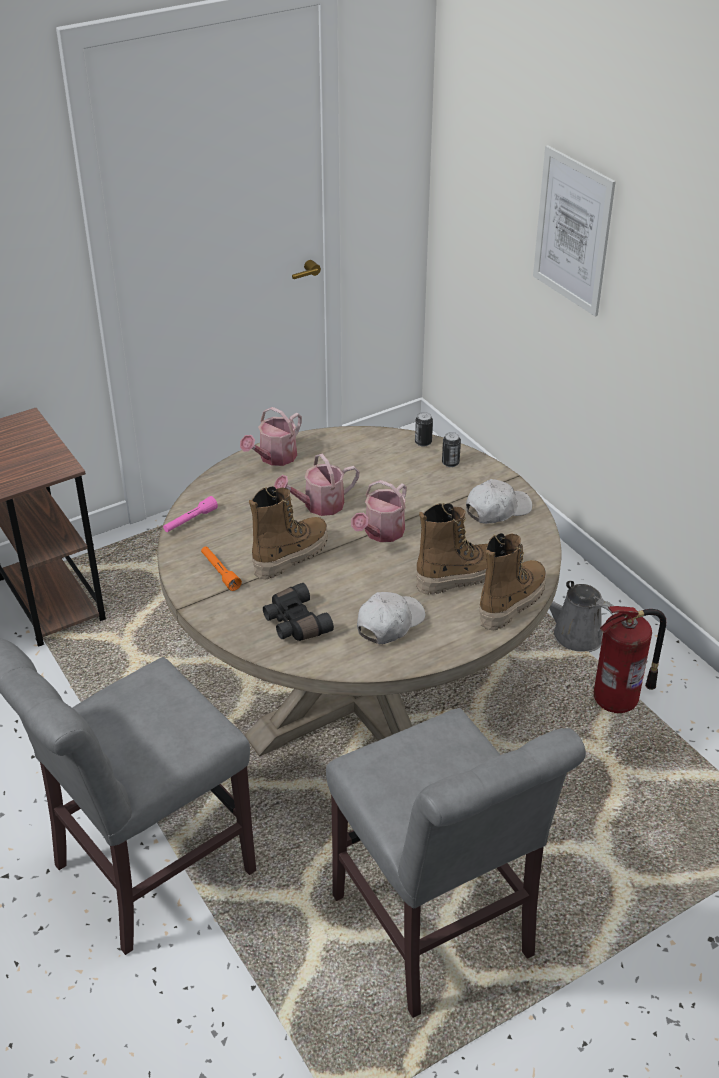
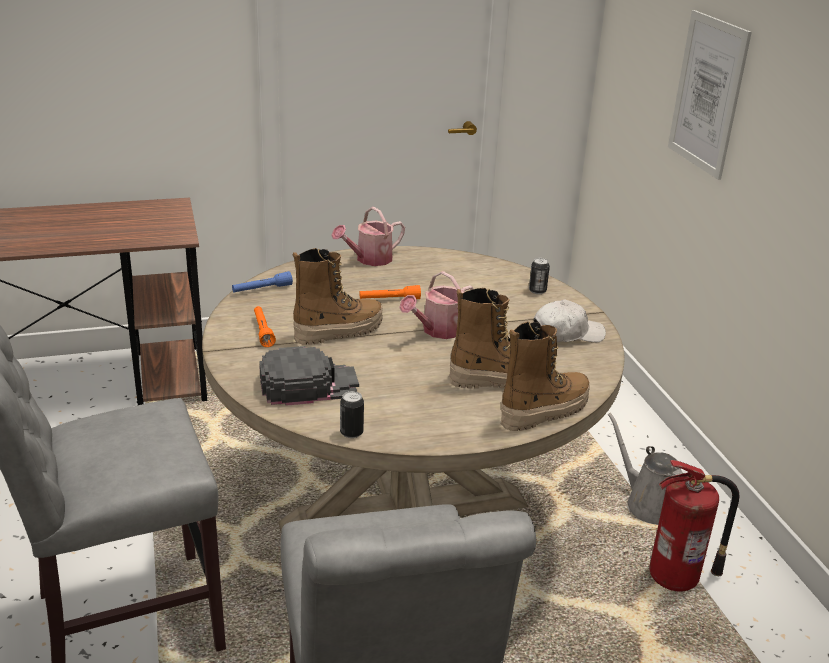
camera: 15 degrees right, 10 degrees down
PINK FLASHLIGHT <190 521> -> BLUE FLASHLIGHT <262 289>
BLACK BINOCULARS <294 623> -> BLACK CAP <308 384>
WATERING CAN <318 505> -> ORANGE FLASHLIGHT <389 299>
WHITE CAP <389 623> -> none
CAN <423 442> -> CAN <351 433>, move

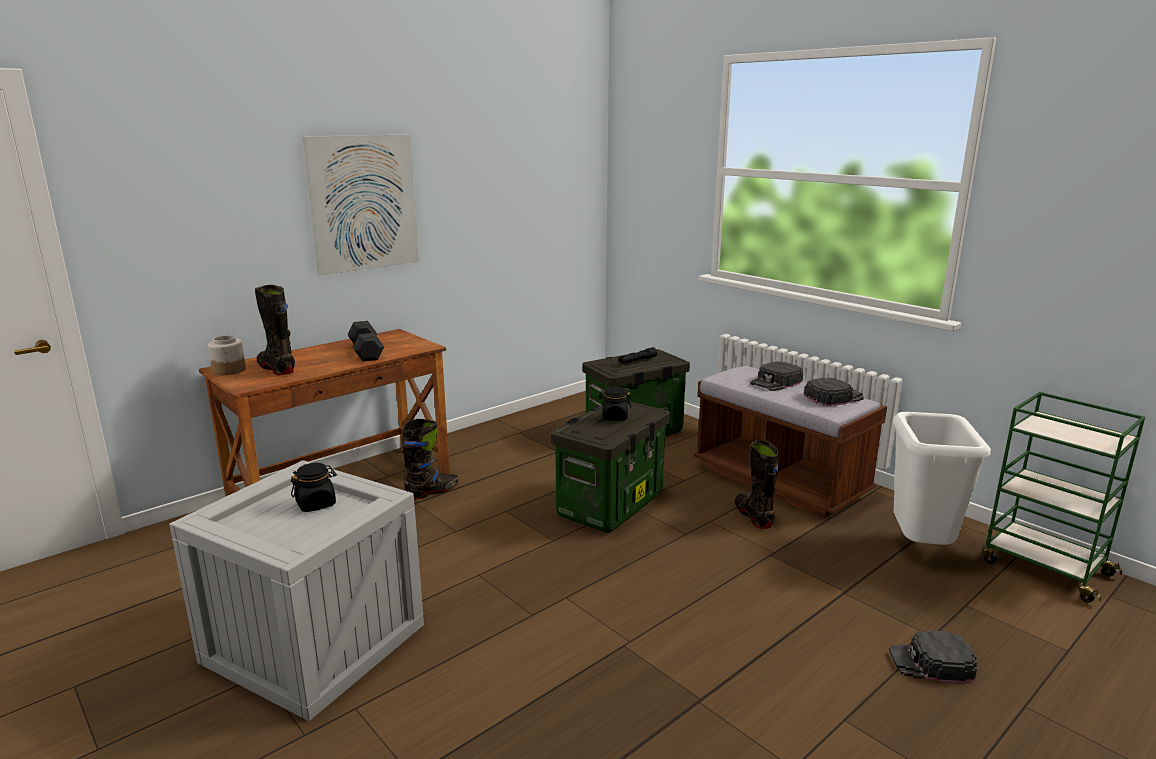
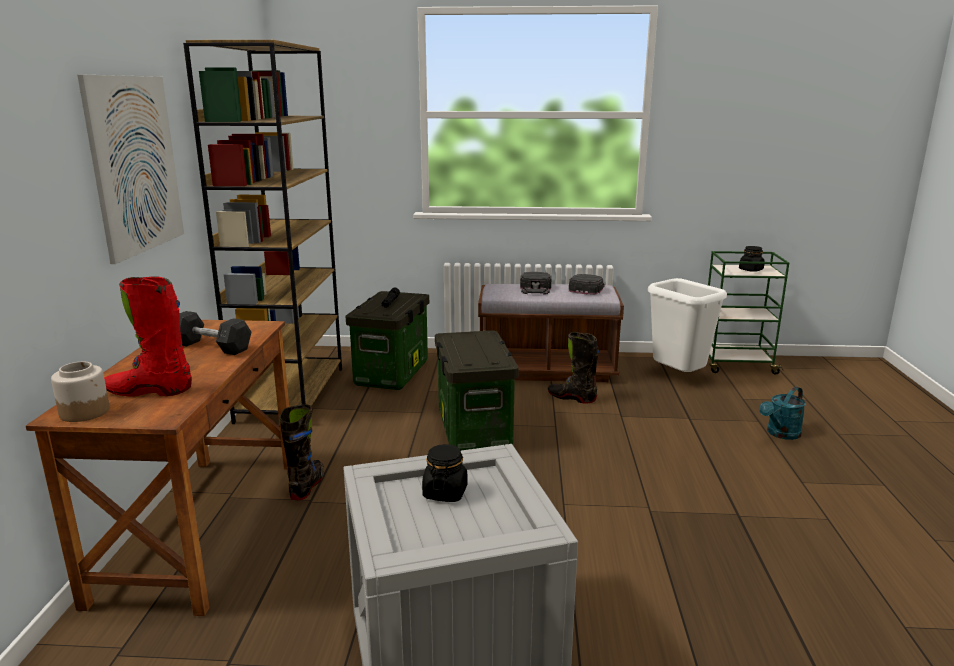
camera: 45 degrees left, 0 degrees up
BLACK BOOT <277 369> -> RED BOOT <150 391>
BLACK JAR <614 417> -> BLACK JAR <750 270>, move
BLACK CAP <931 663> -> TURQUOISE WATERING CAN <780 434>
none -> BROWN BOOKCASE <291 394>

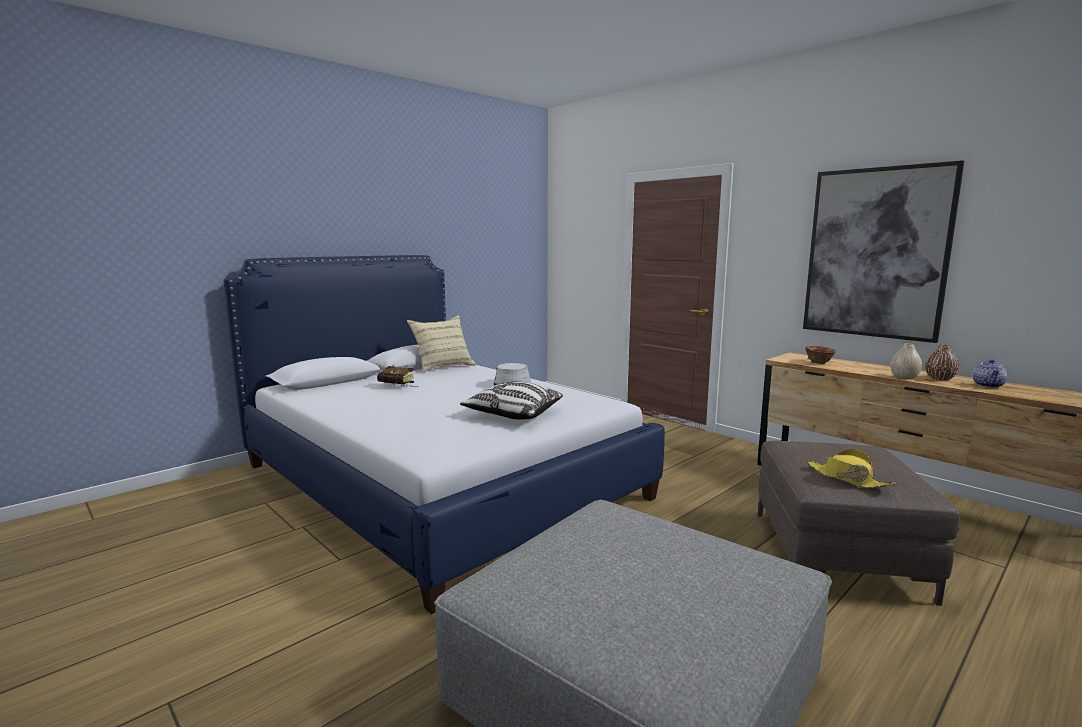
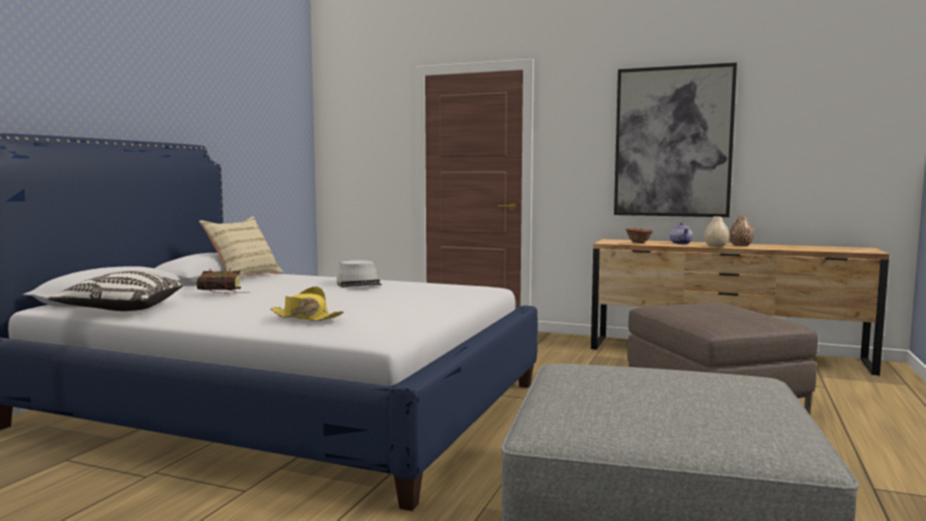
camera: 25 degrees left, 5 degrees down
PILLOW <513 414> -> PILLOW <121 309>, move
YELLOW HAT <847 478> -> YELLOW HAT <305 317>, move
TEAPOT <989 386> -> TEAPOT <681 243>, move

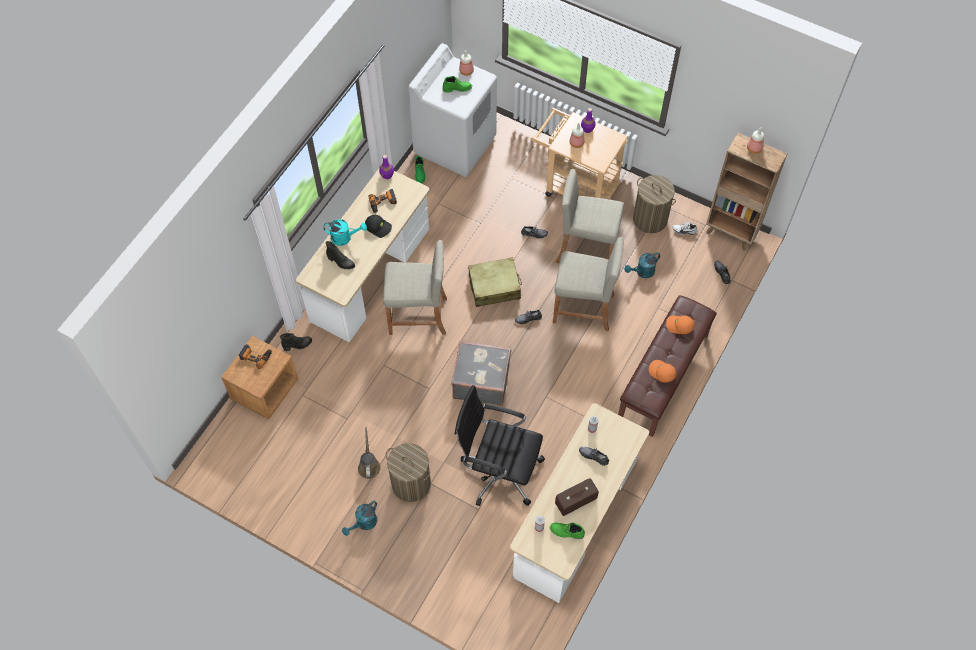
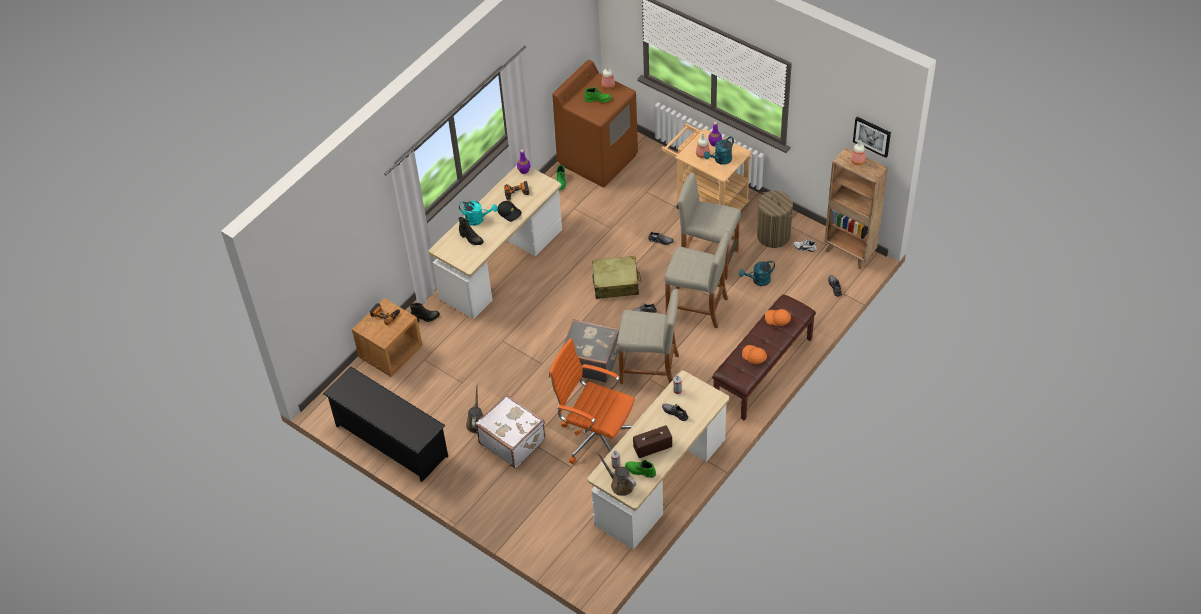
camera: 10 degrees right, 10 degrees down
TURQUOISE WATERING CAN <364 523> -> TURQUOISE WATERING CAN <720 160>, move
BEIGE STOOL <418 316> -> BEIGE STOOL <649 369>, move
LAUNDRY BASKET <411 483> -> WHITE SUITCASE <512 440>
WHITE WASHING MACHINE <455 144> -> BROWN WASHING MACHINE <598 159>
BLACK OFFICE CHAIR <499 470> -> ORANGE OFFICE CHAIR <595 436>
none -> BLACK SHOE RACK <391 441>
none -> BROWN WATERING CAN <620 484>
none -> PICTURE <872 136>

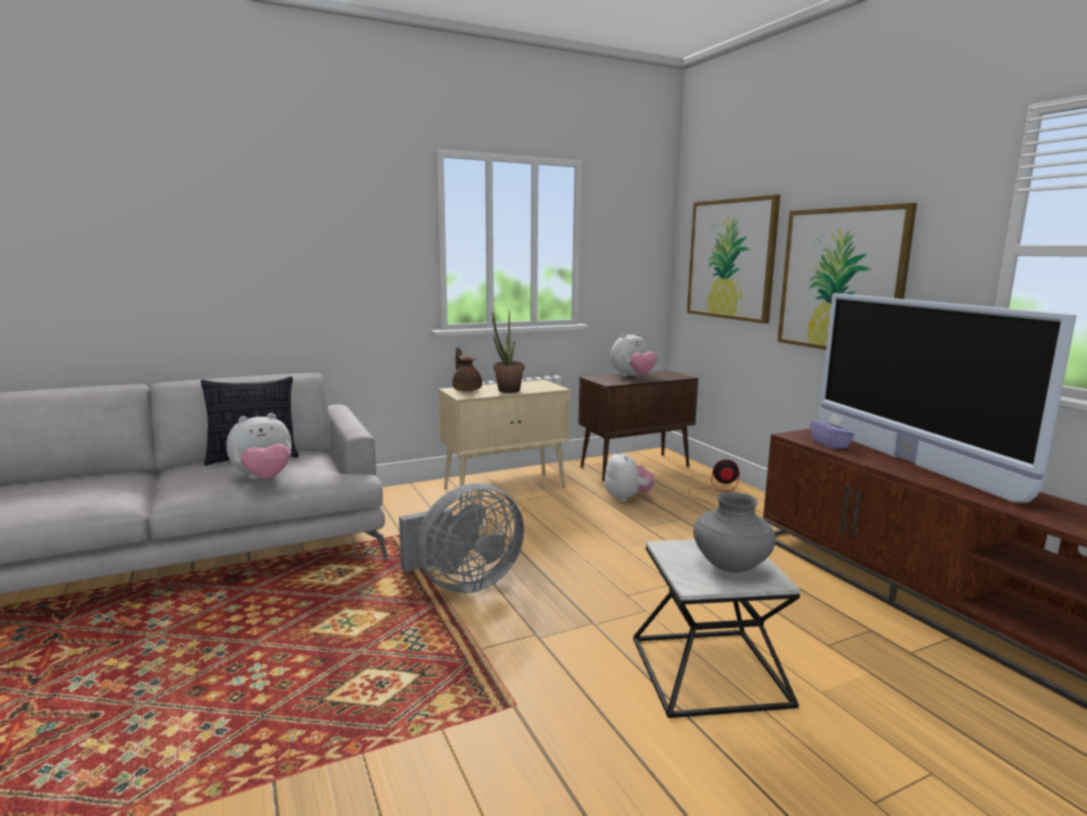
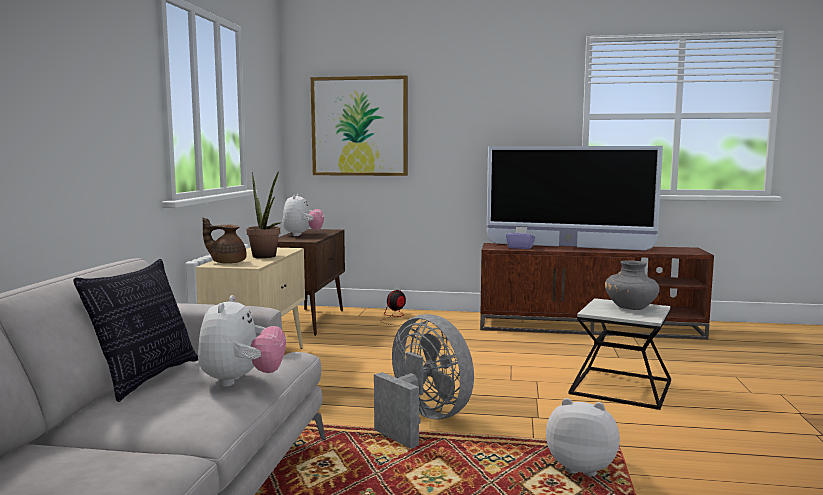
camera: 55 degrees left, 5 degrees down
GREY FAN <463 584> -> GREY FAN <423 421>, 45 degrees counterclockwise
PLUSH TOY <627 498> -> PLUSH TOY <581 467>, move
PICTURE <841 280> -> none

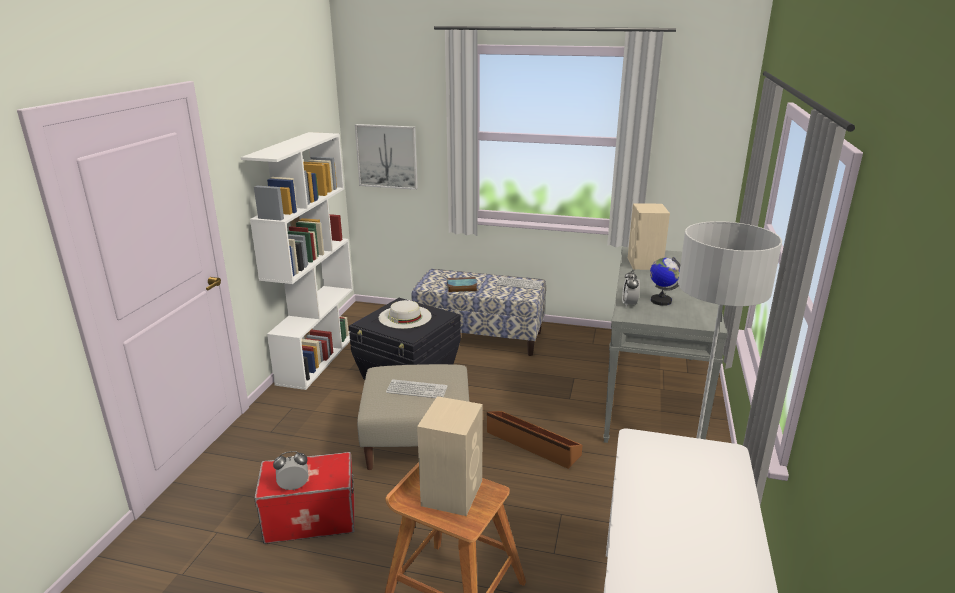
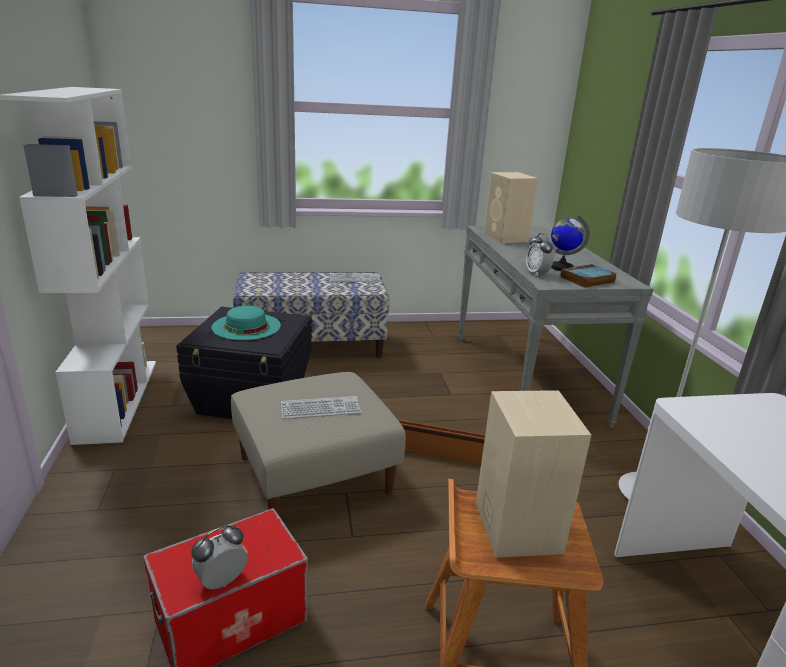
camera: 25 degrees left, 0 degrees up
PICTURE <387 156> -> none
WHITE HAT <405 317> -> TURQUOISE HAT <246 326>
BOOK <461 287> -> BOOK <587 280>, move

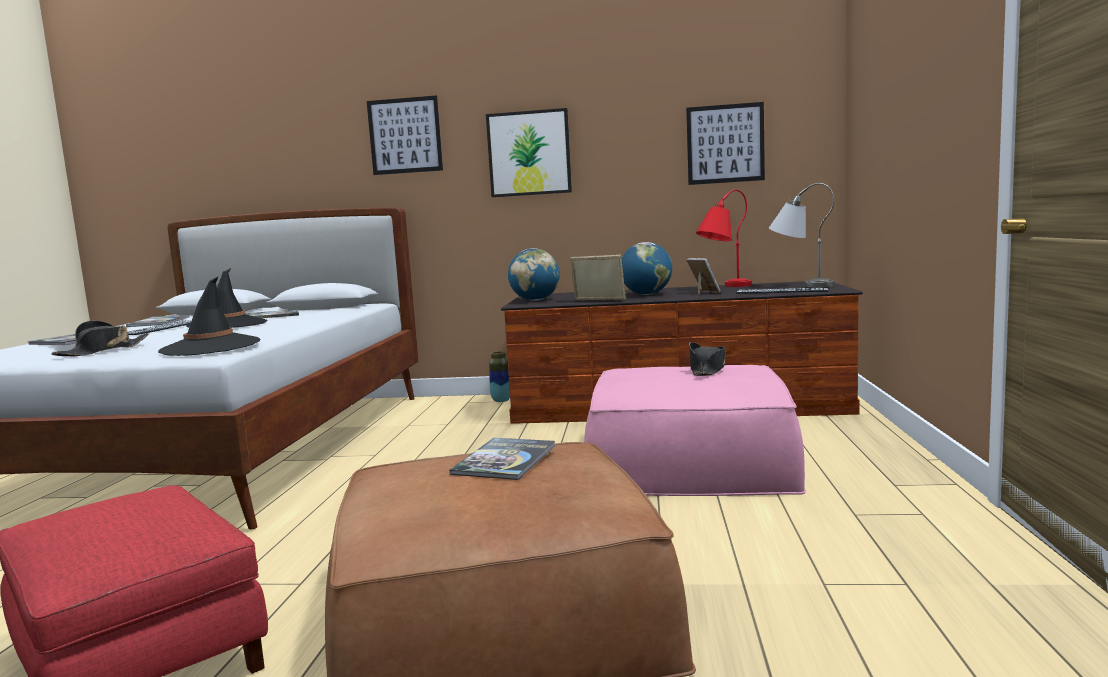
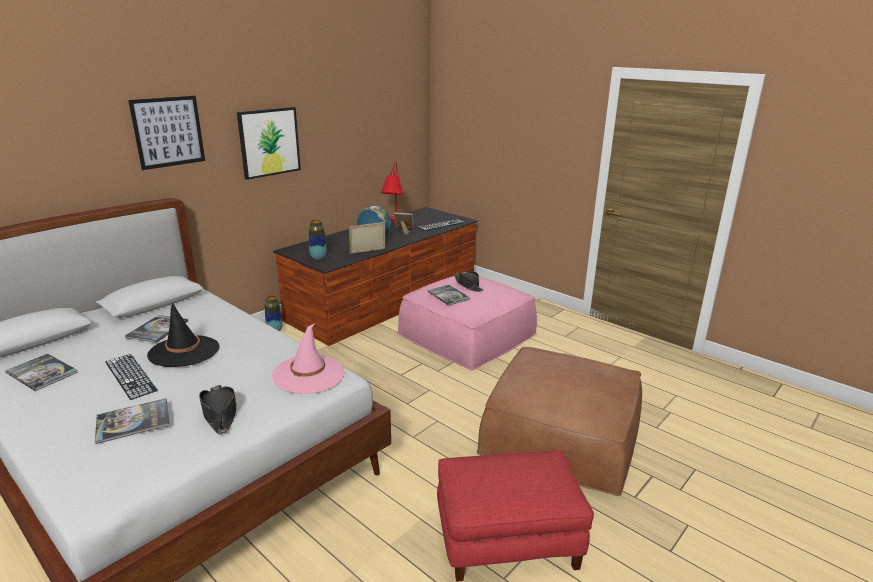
camera: 55 degrees left, 15 degrees up
BLACK HAT <210 347> -> PINK HAT <308 374>
BOOK <505 460> -> BOOK <448 295>, move
GLOBE <535 300> -> VASE <318 258>
PICTURE <725 144> -> none
GREY TABLE LAMP <800 285> -> none

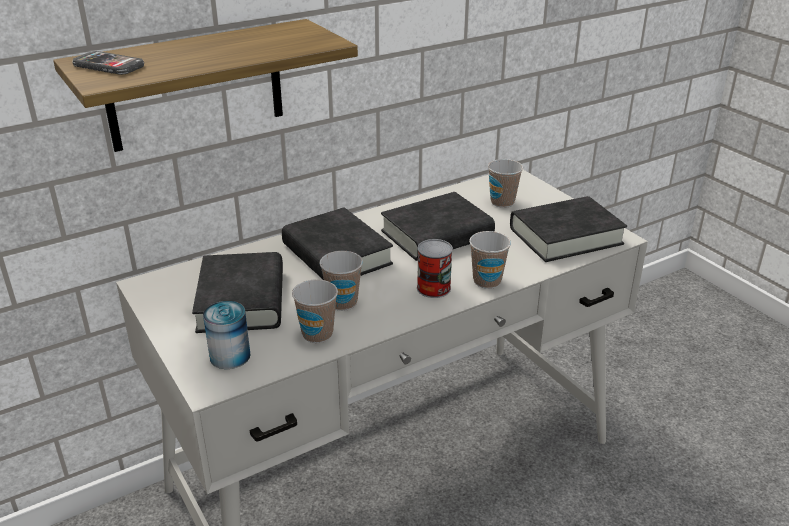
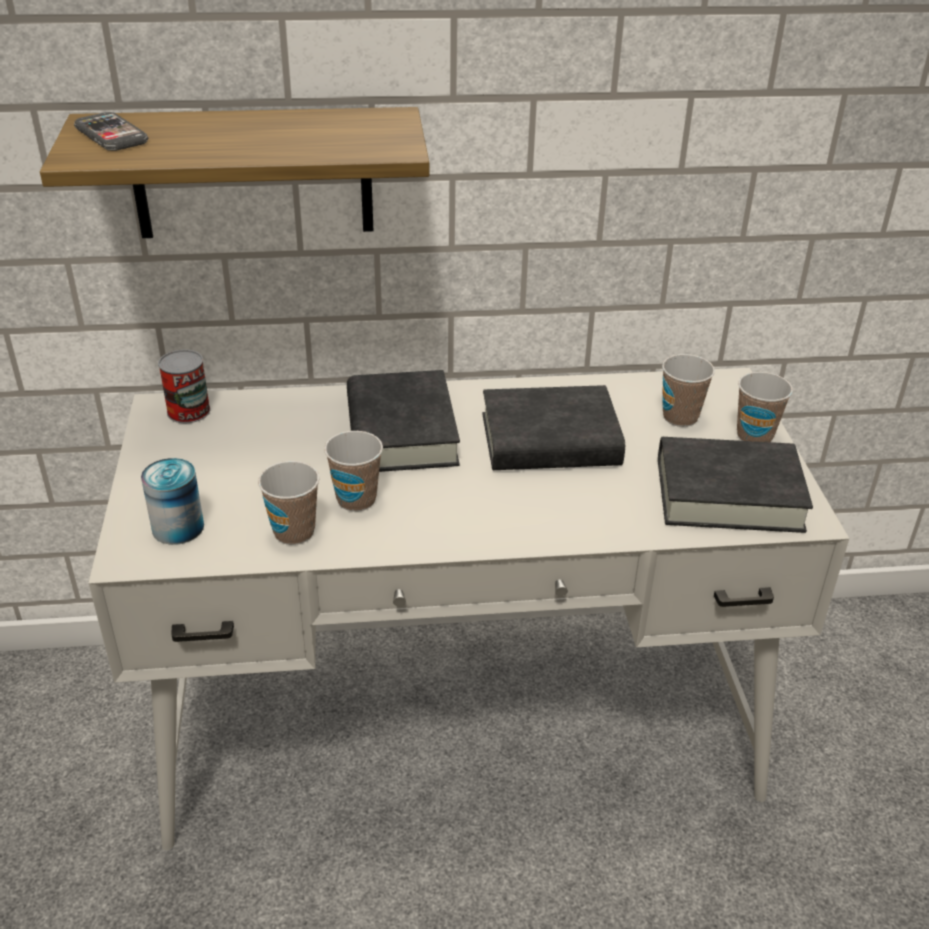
camera: 25 degrees right, 5 degrees up
BLACK BOOK <241 300> -> none
CAN <433 288> -> CAN <188 411>, move
CUP <487 281> -> CUP <754 436>, move

